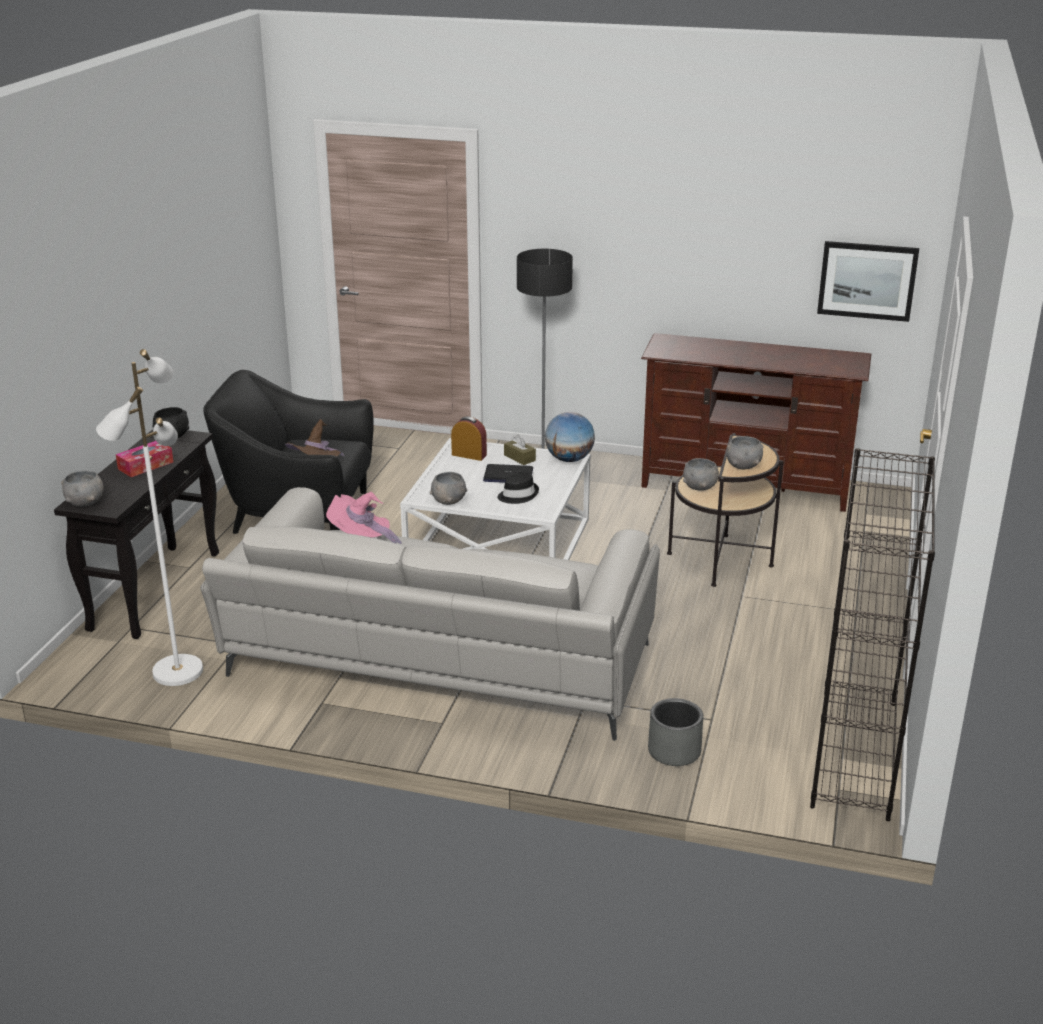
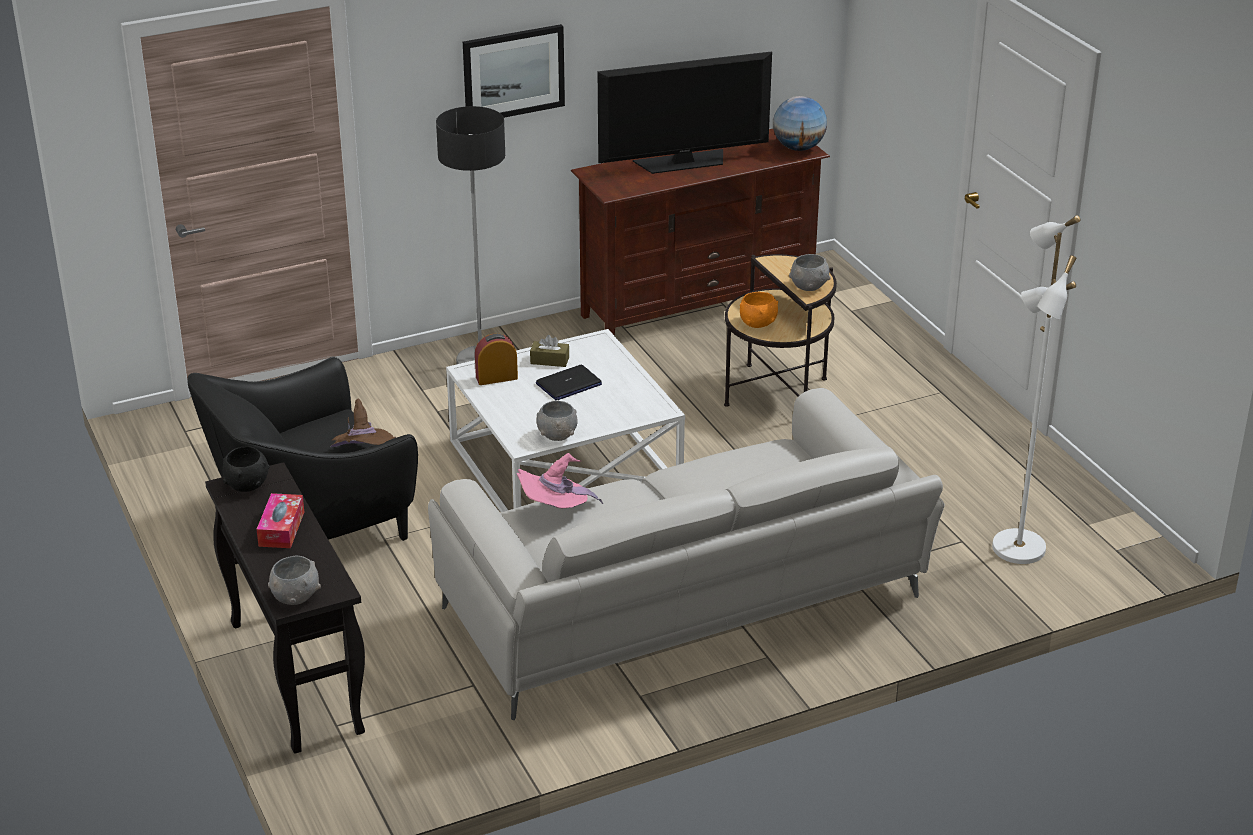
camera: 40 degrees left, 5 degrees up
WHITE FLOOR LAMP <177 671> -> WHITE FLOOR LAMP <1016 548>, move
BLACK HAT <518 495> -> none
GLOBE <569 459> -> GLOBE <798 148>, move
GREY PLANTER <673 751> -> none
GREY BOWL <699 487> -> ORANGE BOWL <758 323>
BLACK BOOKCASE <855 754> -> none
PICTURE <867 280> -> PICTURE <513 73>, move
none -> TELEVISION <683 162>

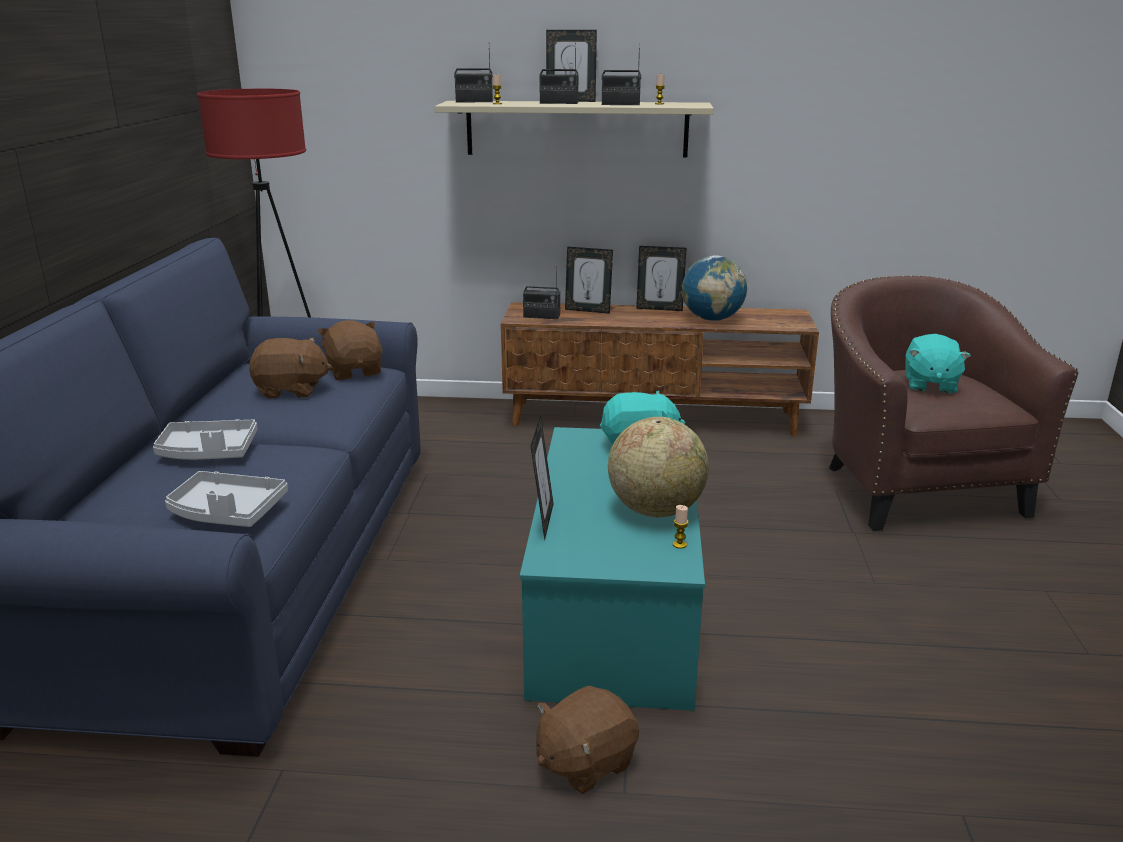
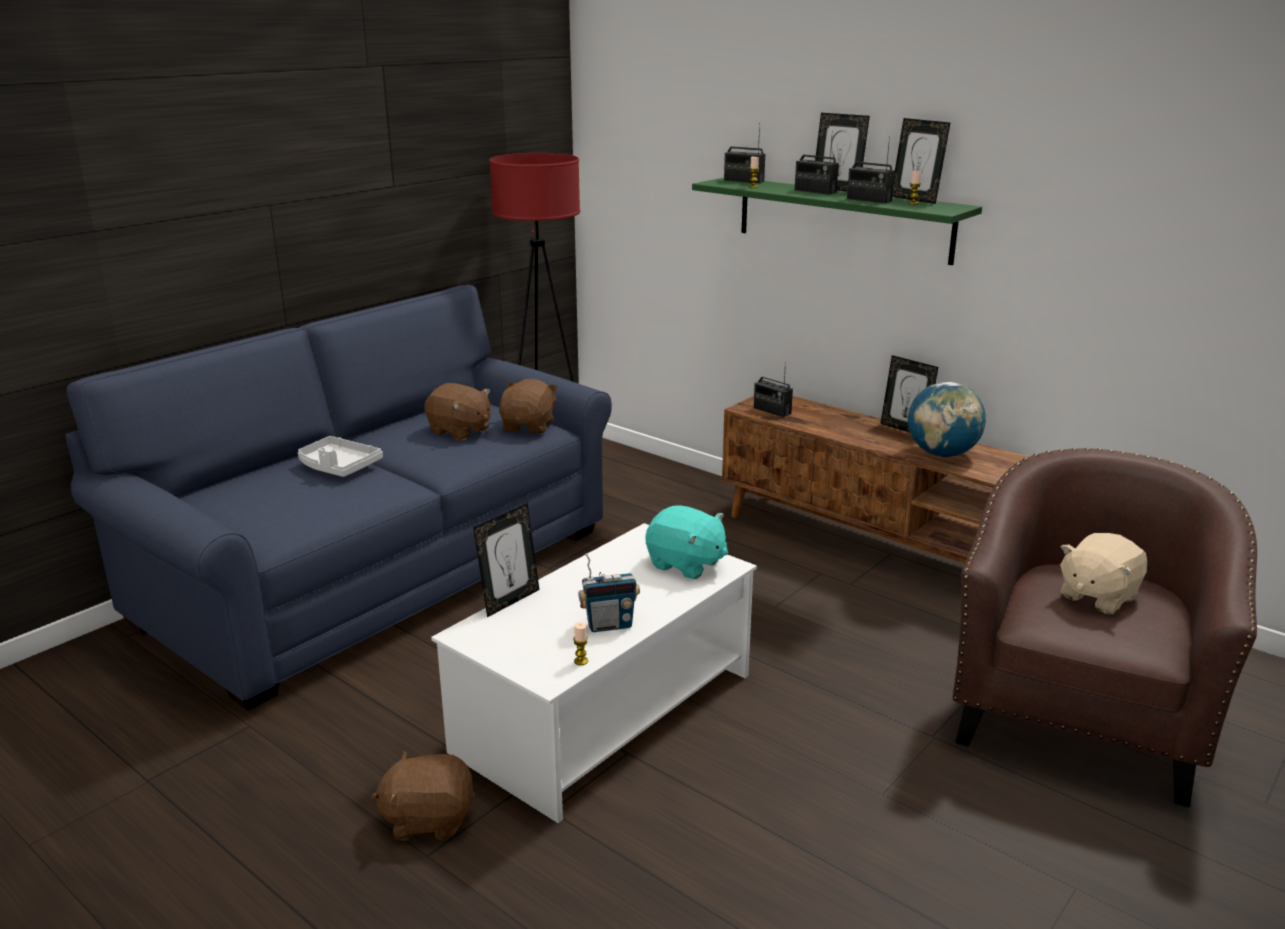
camera: 35 degrees right, 0 degrees up
GREY TRAY <227 512> -> none
BEIGE SHELF <576 129> -> GREEN SHELF <843 219>
TURQUOISE COFFEE TABLE <614 607> -> WHITE COFFEE TABLE <607 711>
PICTURE FRAME <588 310> -> PICTURE FRAME <915 199>, move
GLOBE <656 510> -> RADIO <609 625>
TURQUOISE PLUSH TOY <929 385> -> BEIGE PLUSH TOY <1097 596>

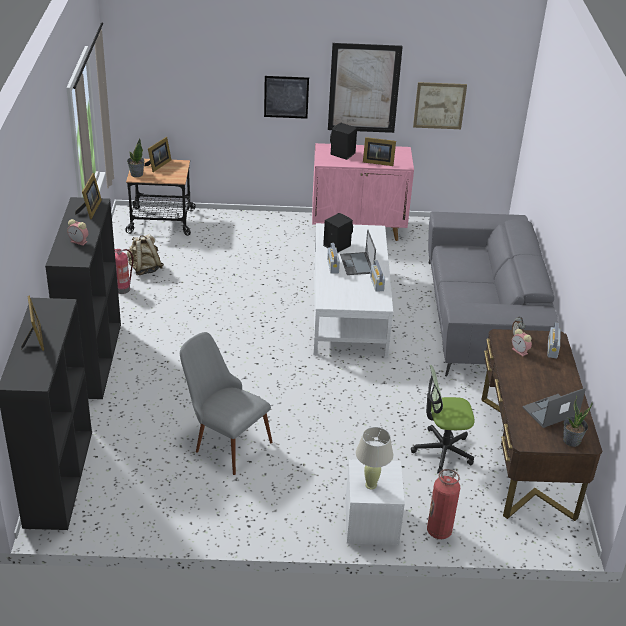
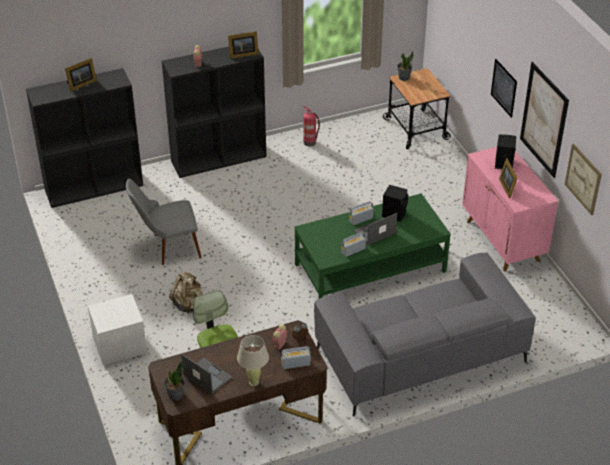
camera: 70 degrees right, 5 degrees up
BEIGE BACKPACK <144 269> -> BEIGE BACKPACK <188 304>, move
PICTURE FRAME <158 165> -> none
GREY CHAIR <224 441> -> GREY CHAIR <167 248>, 120 degrees counterclockwise
WHITE COFFEE TABLE <349 310> -> GREEN COFFEE TABLE <370 268>
BEIGE TABLE LAMP <370 485> -> BEIGE TABLE LAMP <253 382>, move
FIRE EXTINGUISHER <439 531> -> none

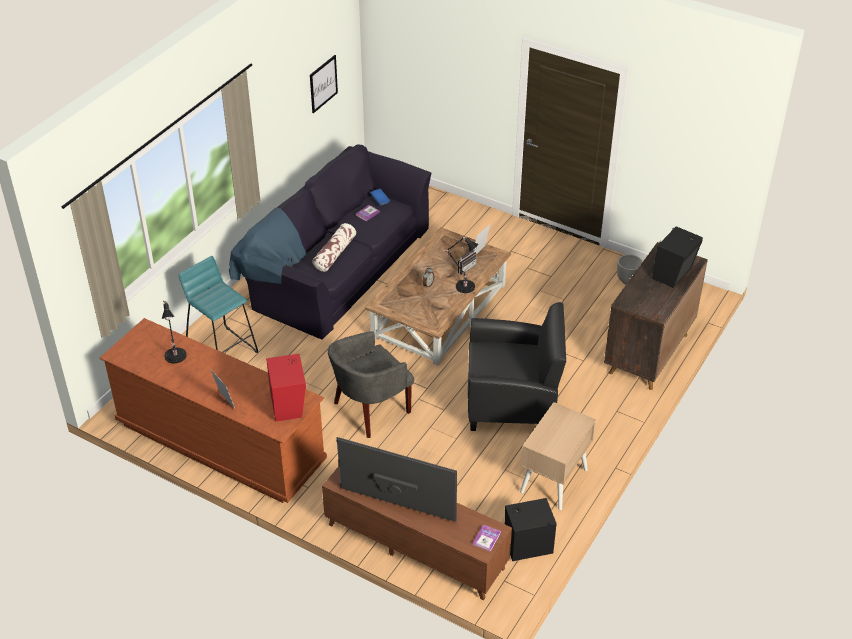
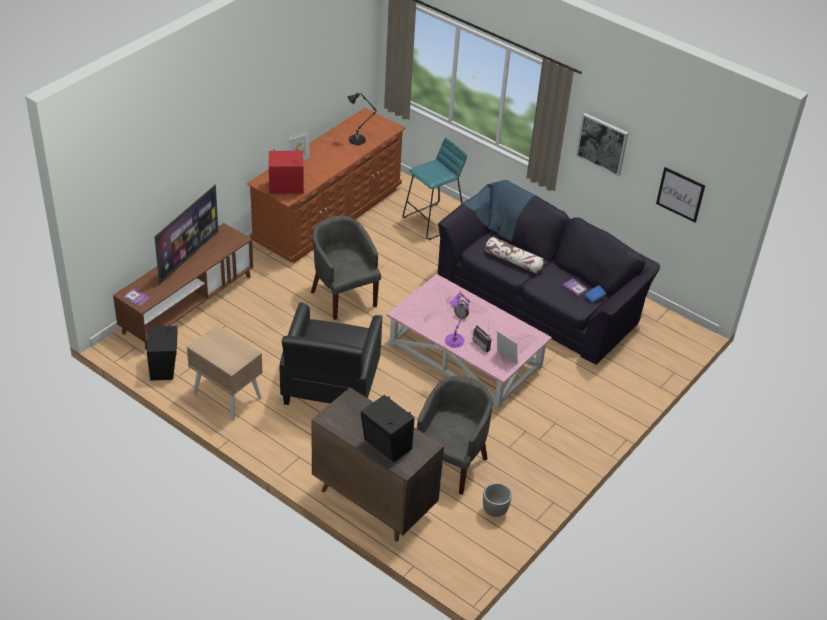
camera: 95 degrees right, 0 degrees up
BROWN COFFEE TABLE <439 310> -> PINK COFFEE TABLE <466 355>
BLACK TABLE LAMP <463 286> -> PURPLE TABLE LAMP <455 339>
none -> GREY ARMCHAIR <450 463>
none -> PICTURE <602 143>

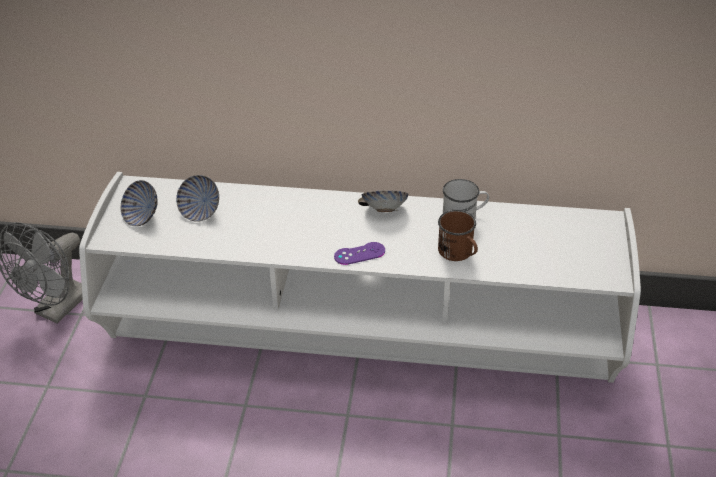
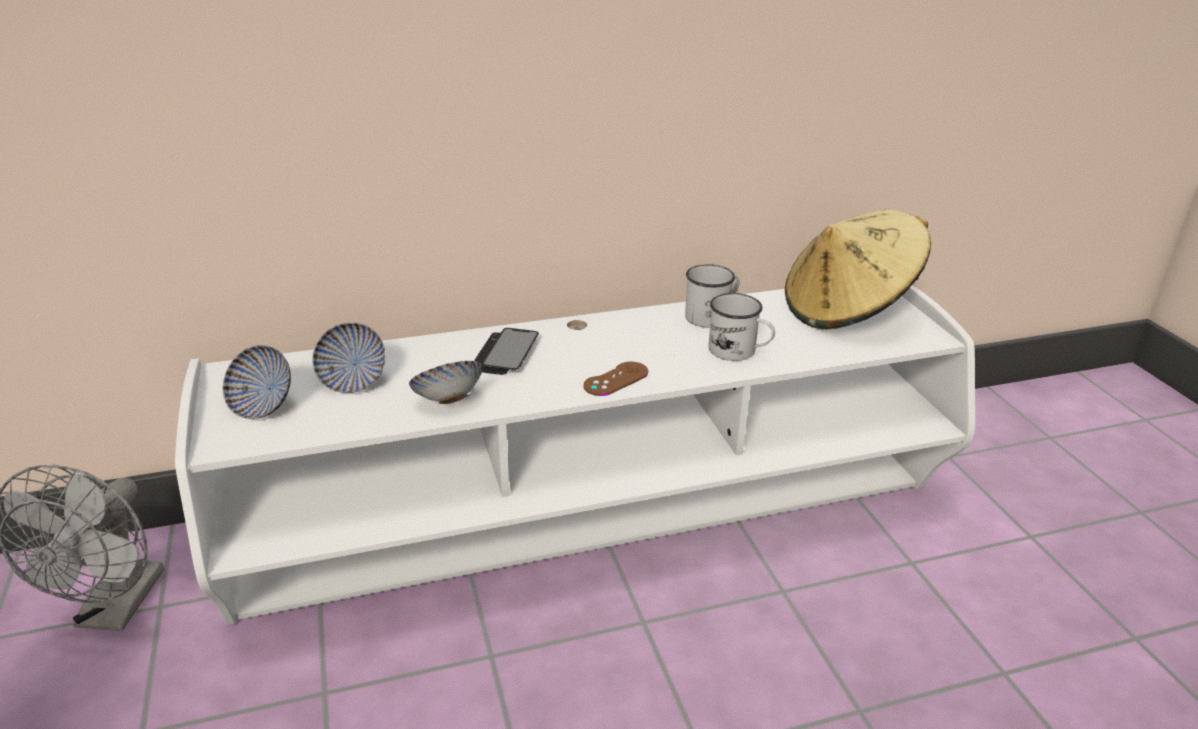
camera: 25 degrees left, 10 degrees down
PURPLE GAME CONTROLLER <359 253> -> BROWN GAME CONTROLLER <616 379>
BOWL <384 210> -> BOWL <448 401>, move
BROWN MUG <458 253> -> WHITE MUG <739 352>
none -> PHONE <505 353>
none -> BEIGE HAT <848 310>

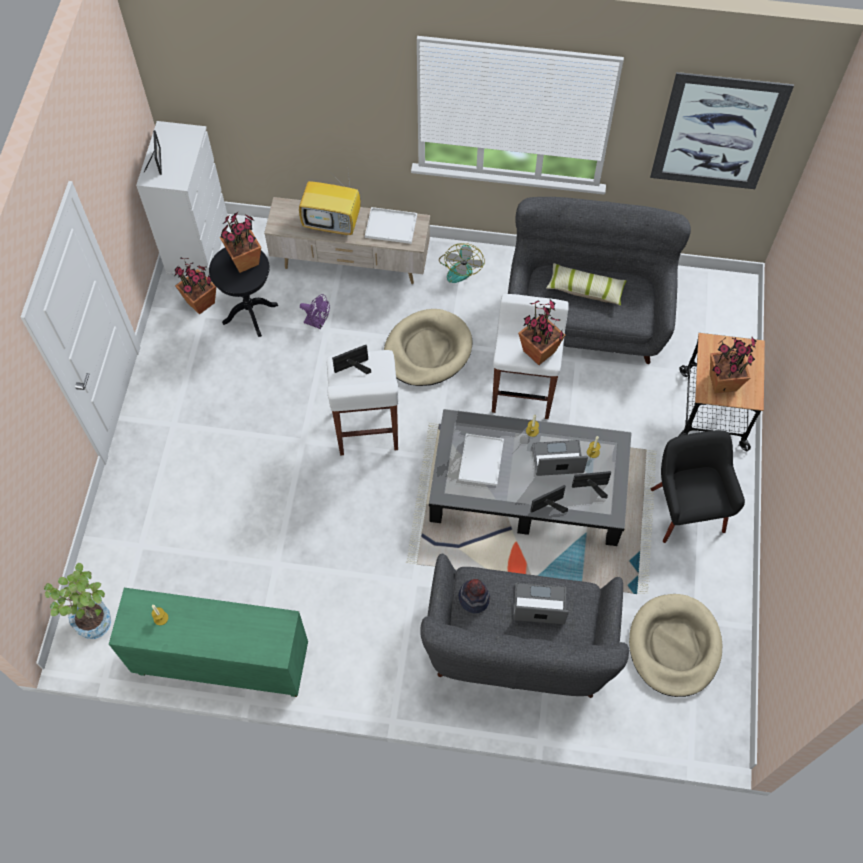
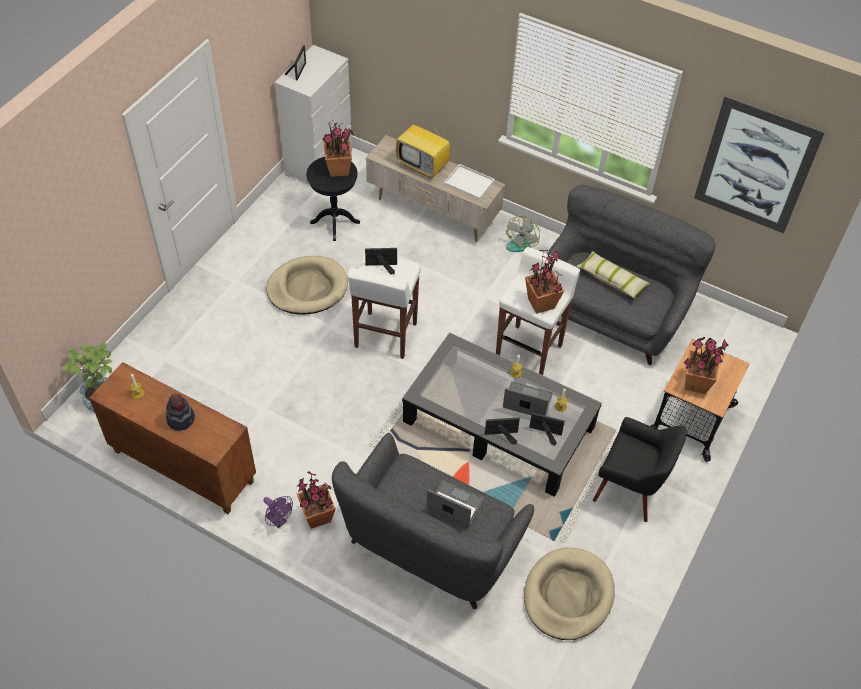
camera: 20 degrees right, 10 degrees down
GREEN CABINET <221 663> -> BROWN CABINET <182 467>
POTTED PLANT <201 303> -> POTTED PLANT <318 517>, move
PURPLE FAN <317 323> -> PURPLE FAN <278 521>, move
BEIGE DOG BED <427 350> -> BEIGE DOG BED <307 288>, move
WHITE TRAY <481 461> -> none
HAT <474 598> -> HAT <181 418>, move
BLACK ARMCHAIR <686 509> -> BLACK ARMCHAIR <630 489>, 105 degrees clockwise

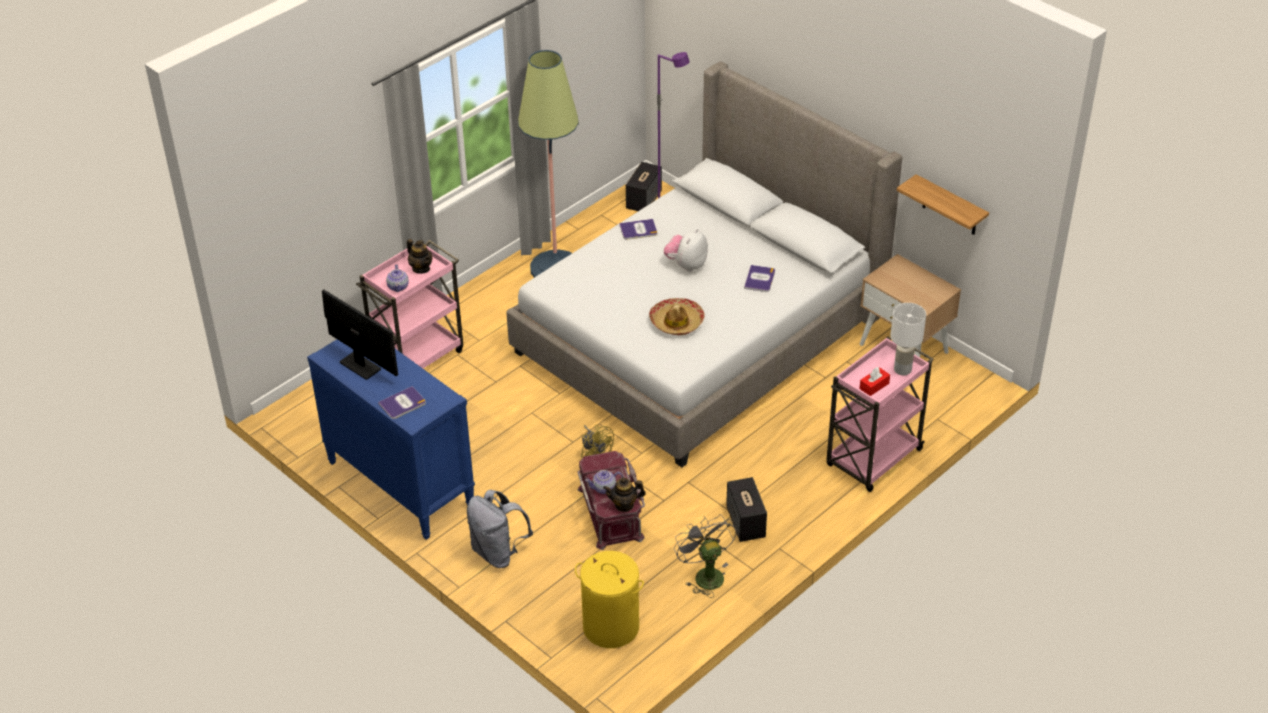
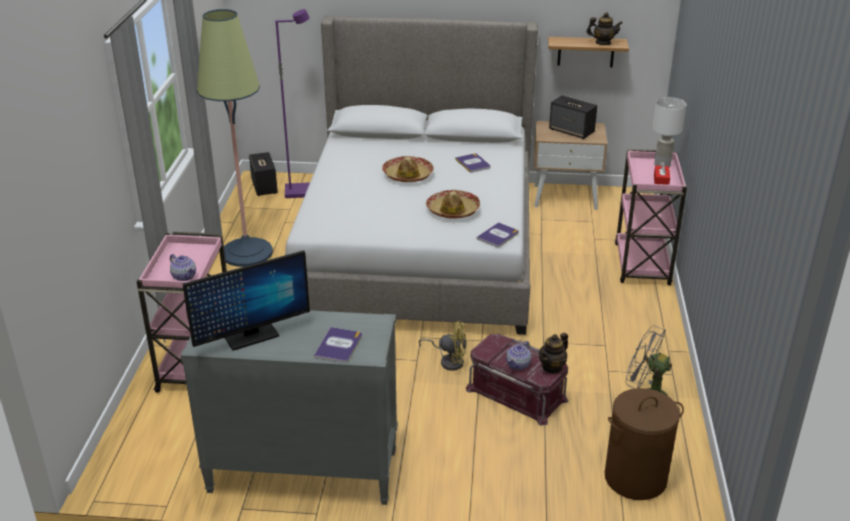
camera: 40 degrees left, 10 degrees down
BLUE DRESSER <399 484> -> GREY DRESSER <302 472>
MONITOR <360 366> -> MONITOR <251 336>, 150 degrees clockwise
TEAPOT <421 268> -> TEAPOT <603 43>, move
GREY BACKPACK <498 552> -> none
YELLOW LAUNDRY BASKET <610 626> -> BROWN LAUNDRY BASKET <635 478>
BOOK <638 230> -> BOOK <498 235>, move
PLUSH TOY <686 265> -> HAT <407 175>
SPEAKER <746 523> -> SPEAKER <572 131>, move

